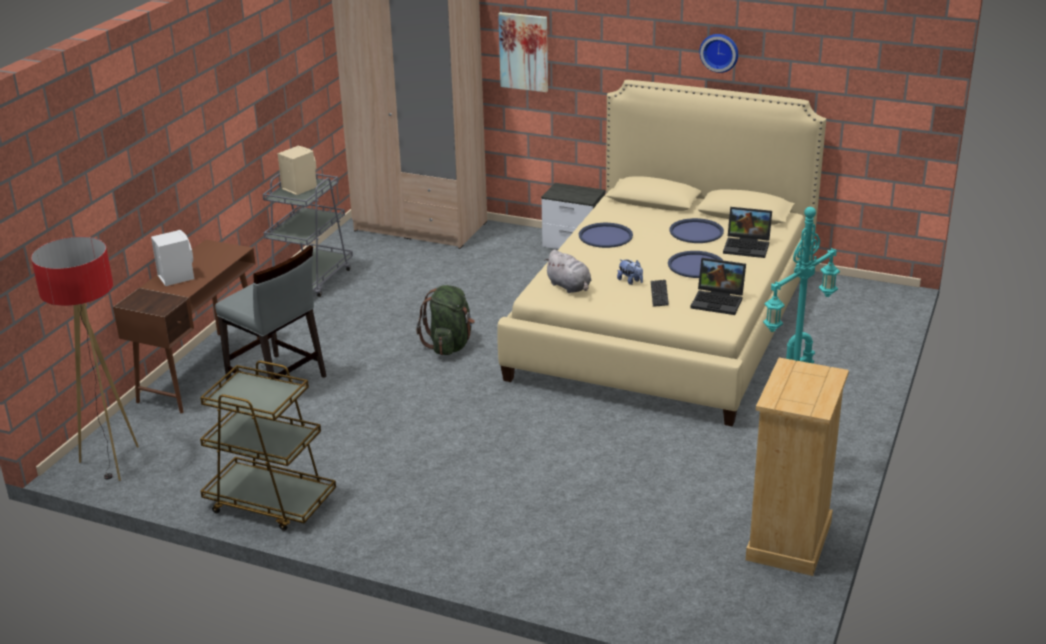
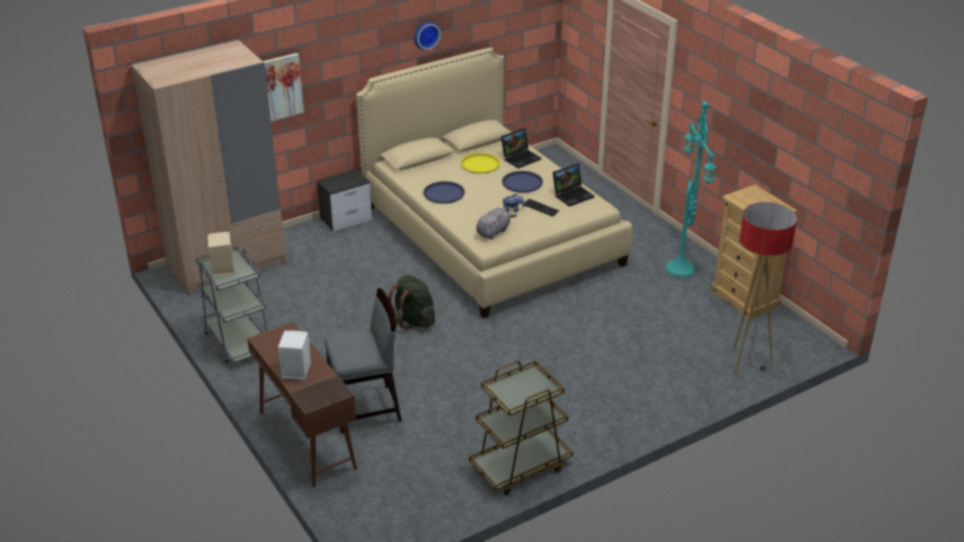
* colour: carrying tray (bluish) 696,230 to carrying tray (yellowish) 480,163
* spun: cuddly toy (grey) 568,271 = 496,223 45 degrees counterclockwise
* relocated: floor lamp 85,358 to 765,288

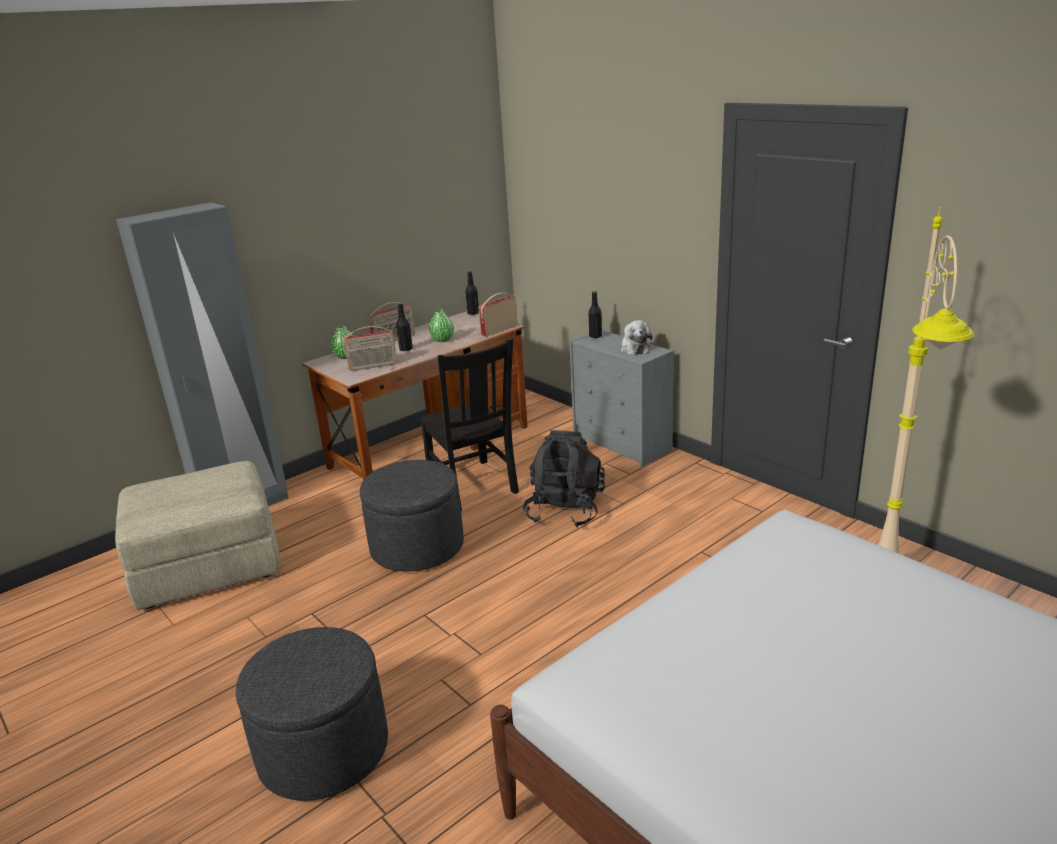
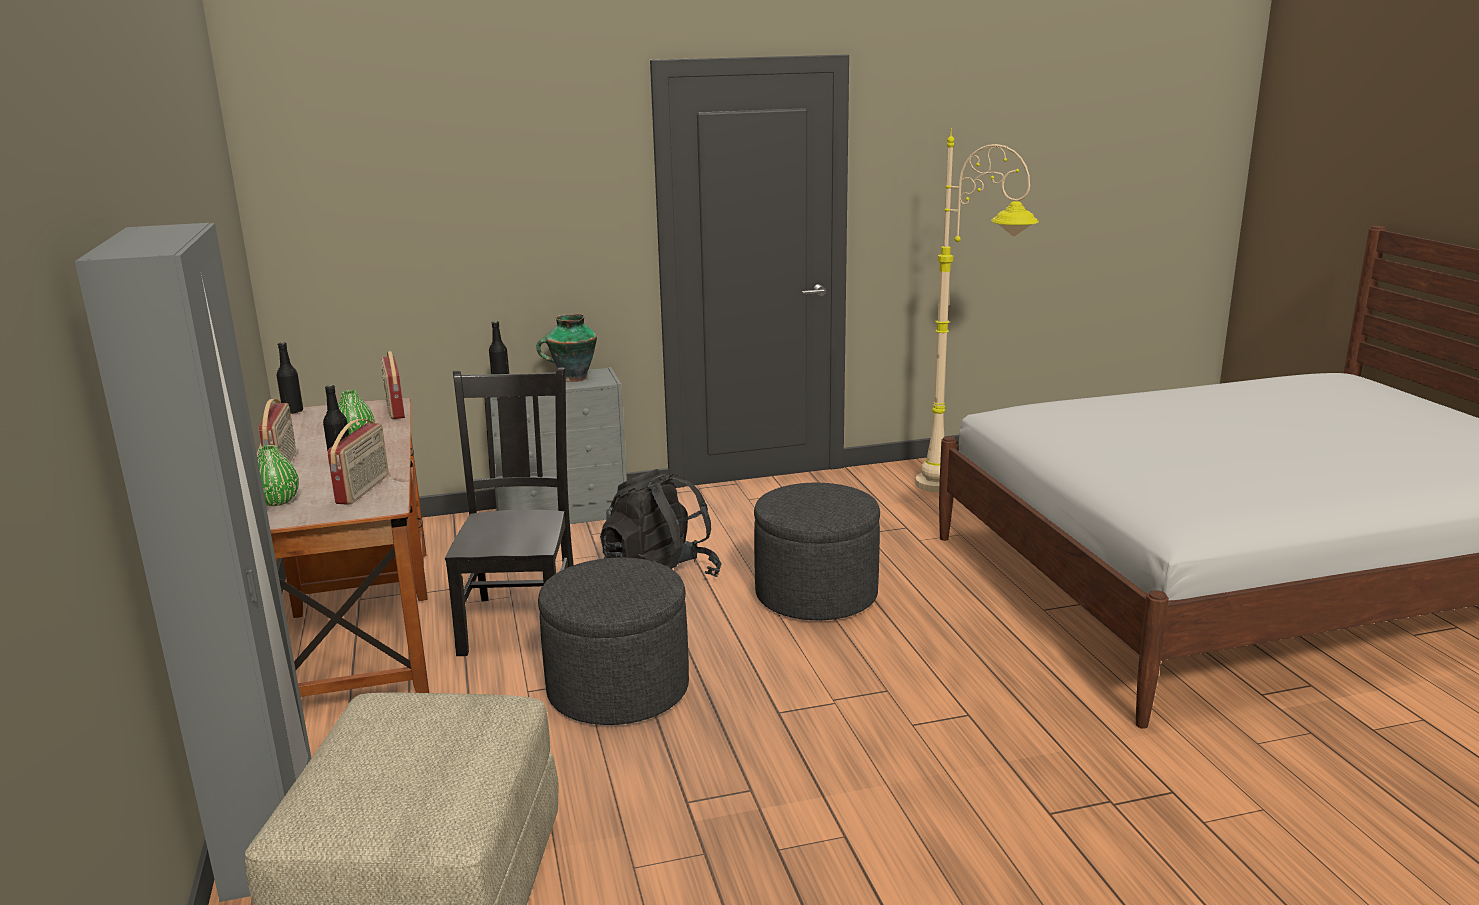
* spun: upright chair (black) 469,424 = 509,512 90 degrees counterclockwise
* exchanged: cuddly toy 636,337 to flower vase 566,348
* relocated: pouffe (grey) 312,714 to 817,551

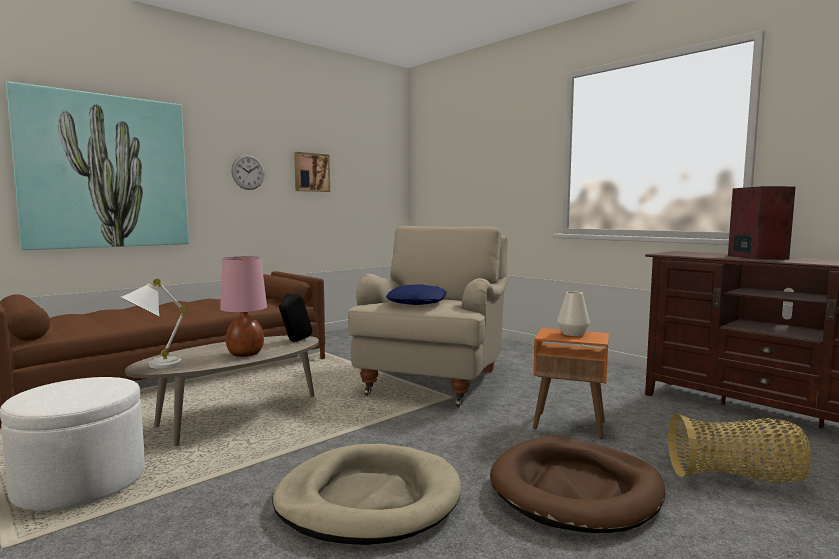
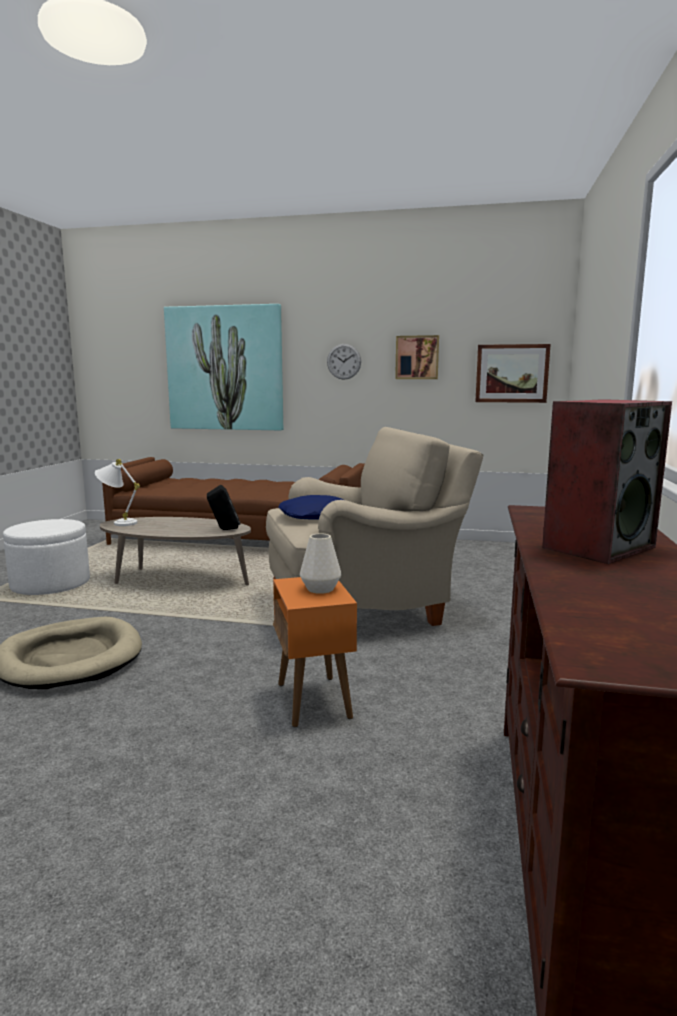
* appeared: picture 513,373
* missing: table lamp (pink-coloured) 243,306
* missing: dog bed (brown) 577,484
* missing: storage basket 740,448

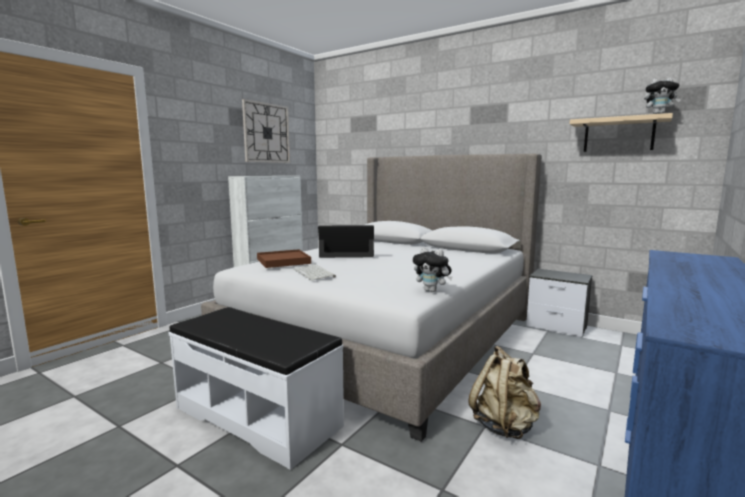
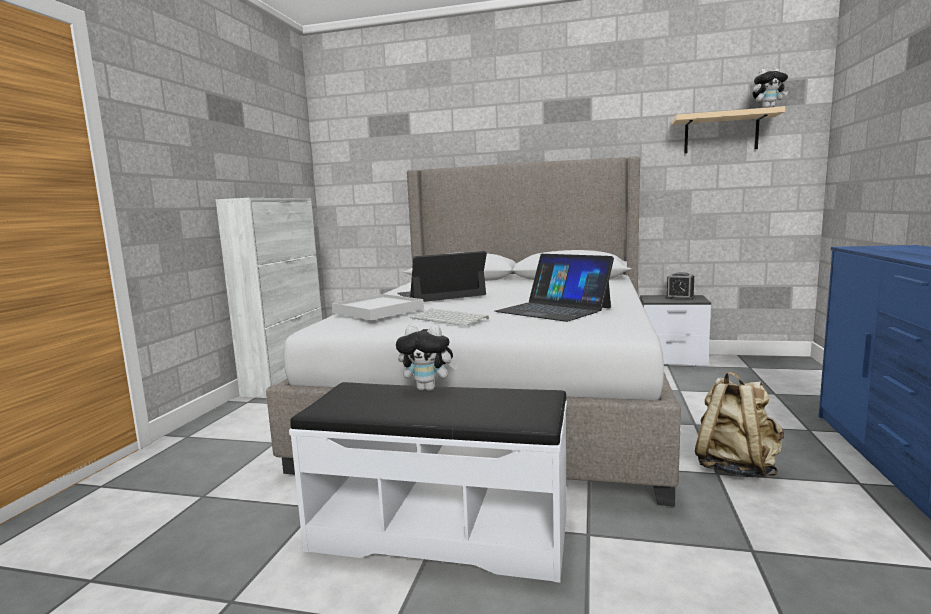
* colour: carrying tray (brown) 284,258 to carrying tray (whitish) 378,307
* relocated: cuddly toy 433,269 to 427,358
* appeared: notebook computer 554,288
* appeared: bedside clock 680,286
* missing: wall clock 266,131

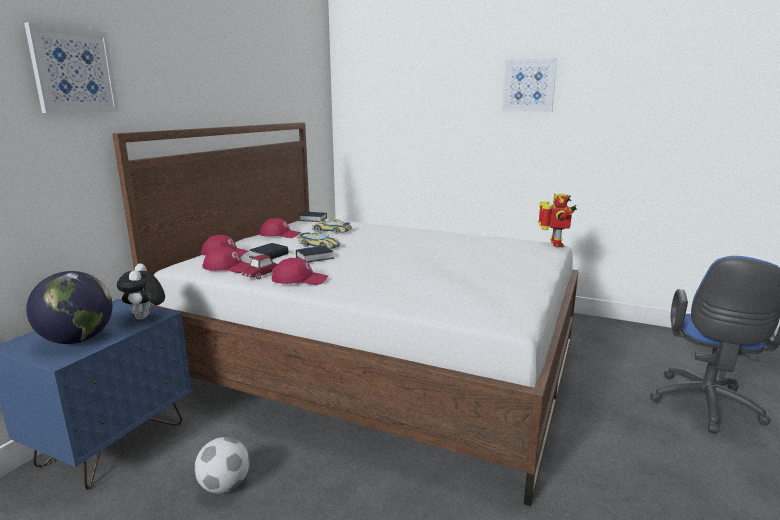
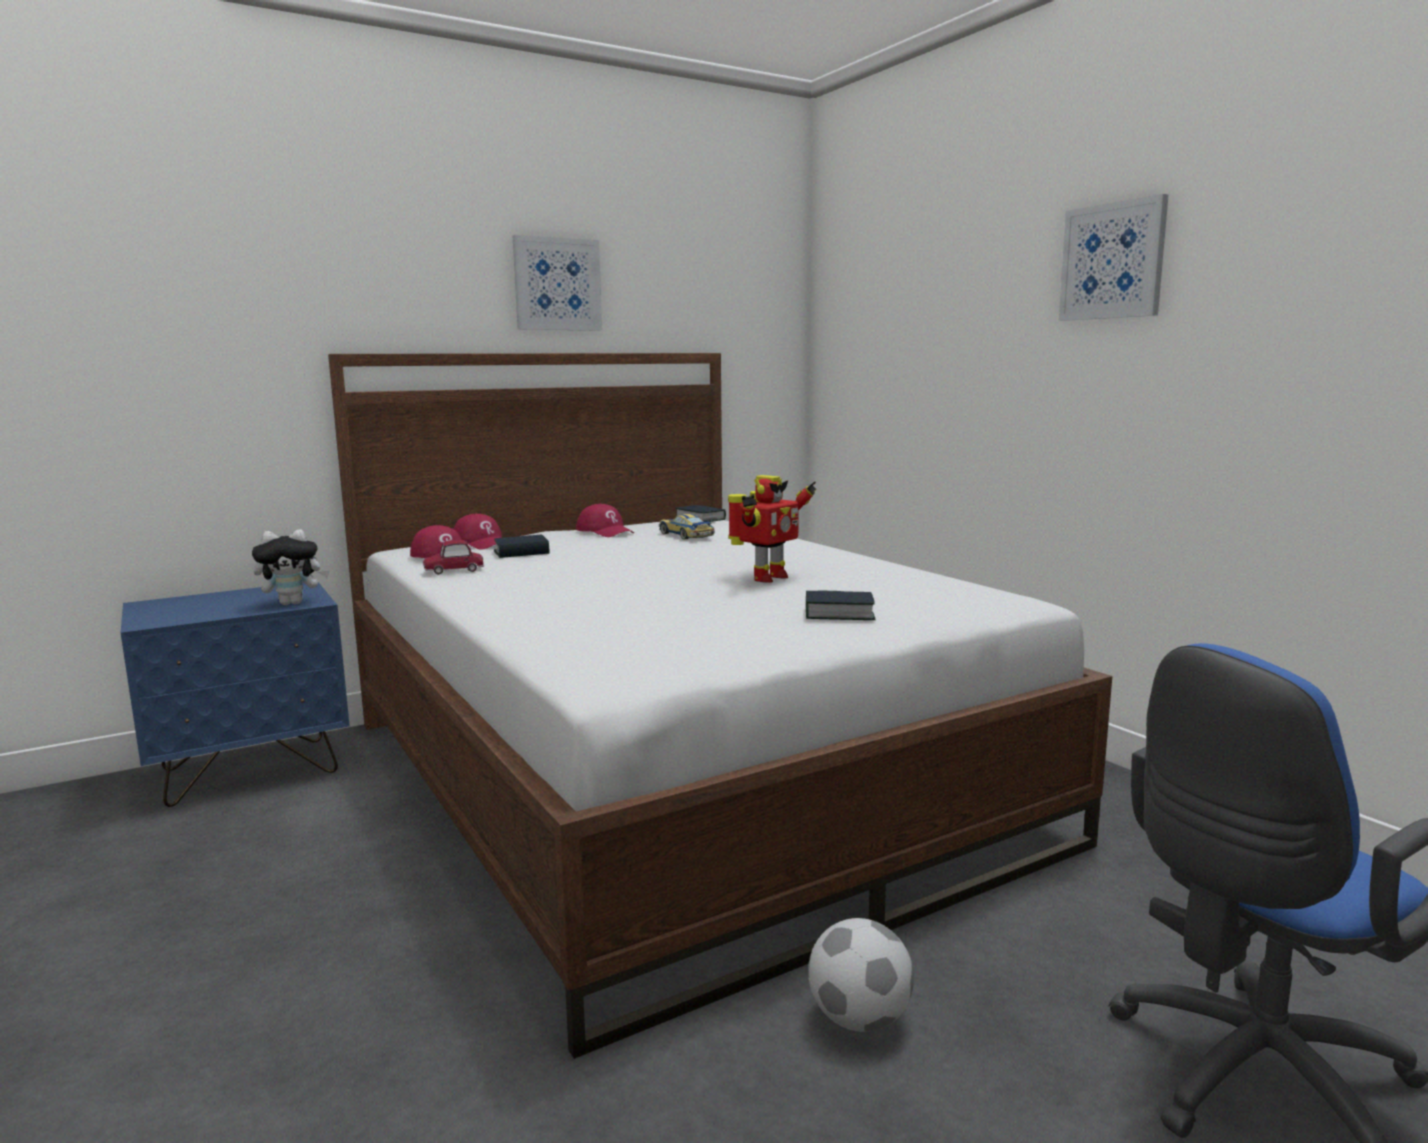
* spun: cuddly toy 141,291 = 290,567 135 degrees counterclockwise
* relocated: picture 71,67 to 557,282
* relocated: robot figure 557,220 to 772,529
* relocated: book 315,254 to 841,605
* relocated: football 222,465 to 861,975
* missing: world globe 69,307
* missing: baseball cap (red) 300,271
* missing: toy car 319,240

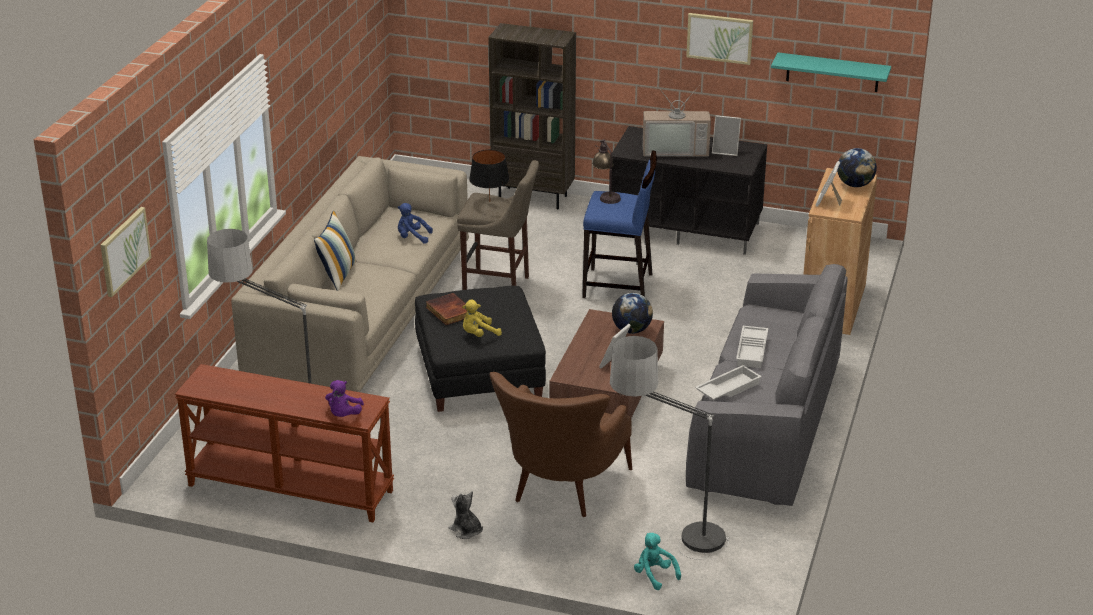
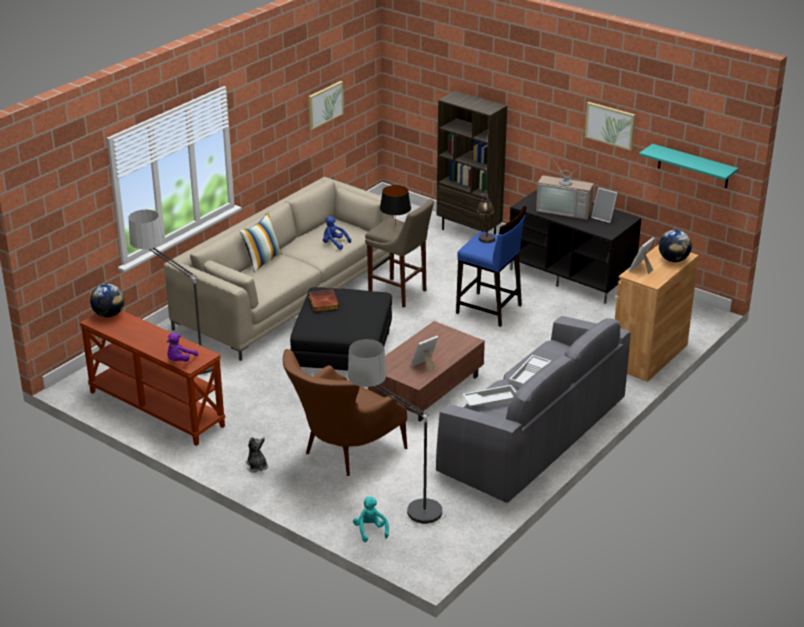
* relocated: world globe 632,313 to 107,300
* relocated: picture 126,252 to 326,105
* missing: cuddly toy (yellowish) 482,318

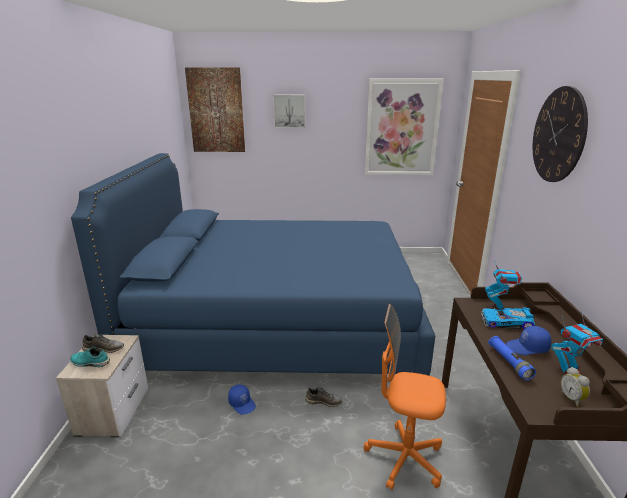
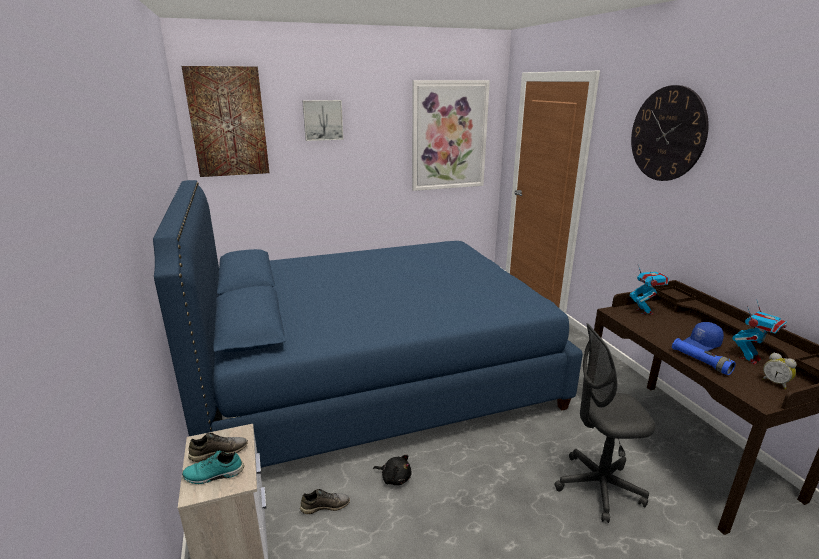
* relocated: low shoe (grey) 323,397 to 325,501
* exchanged: baseball cap (bluish) 242,399 to cuddly toy (black) 392,470
* colour: computer chair (orangey) 404,397 to computer chair (grey) 605,423
* missing: toy car 508,318

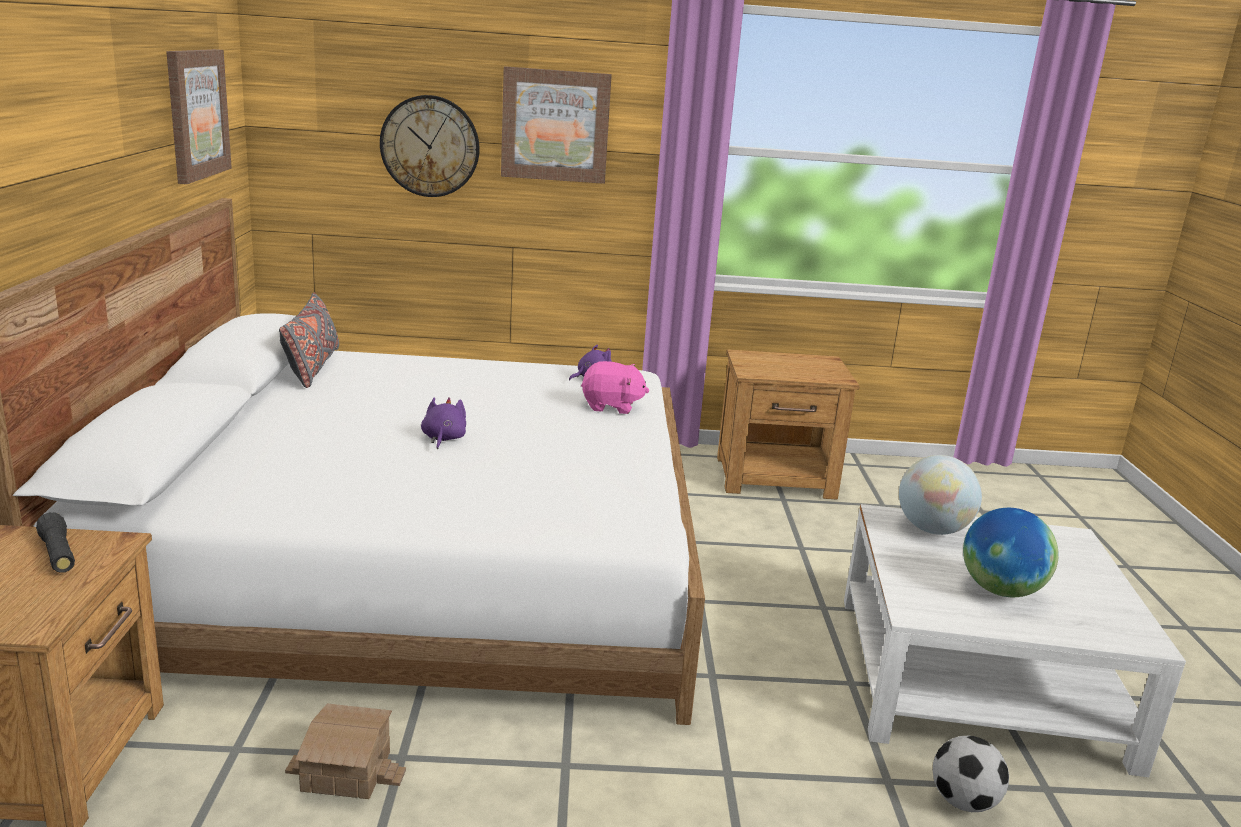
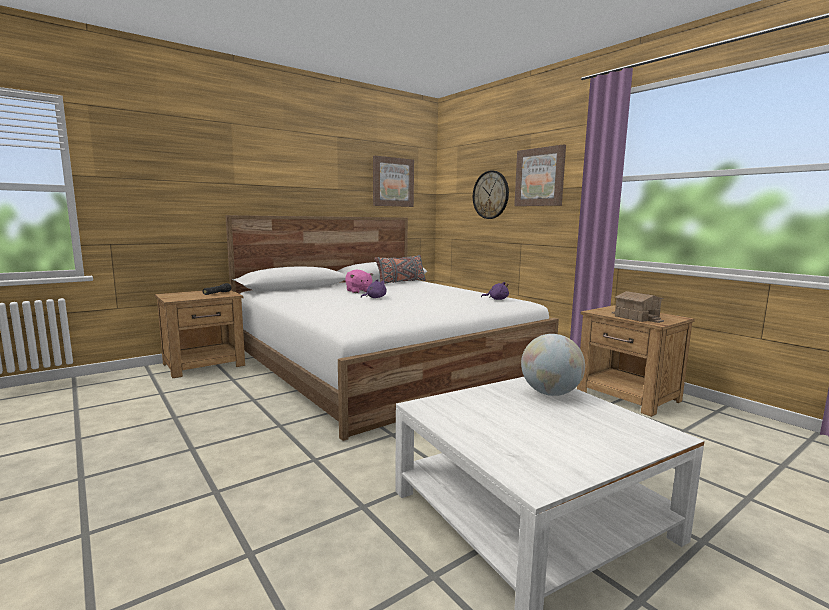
* relocated: cuddly toy (pink-coloured) 615,387 to 359,281
* relocated: model house 345,751 to 638,307
* missing: football 971,774
* missing: world globe 1011,552

